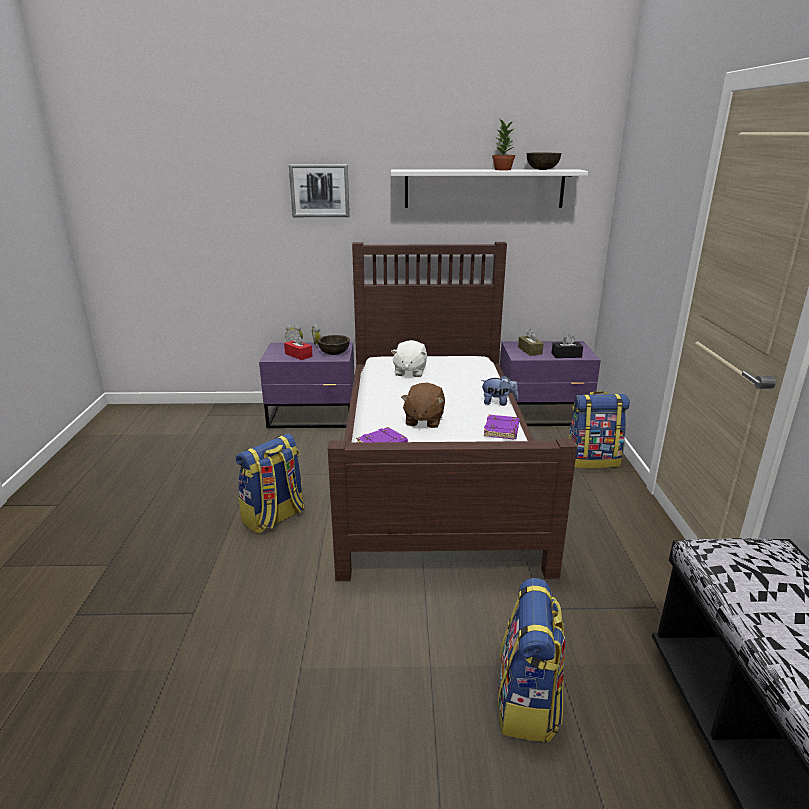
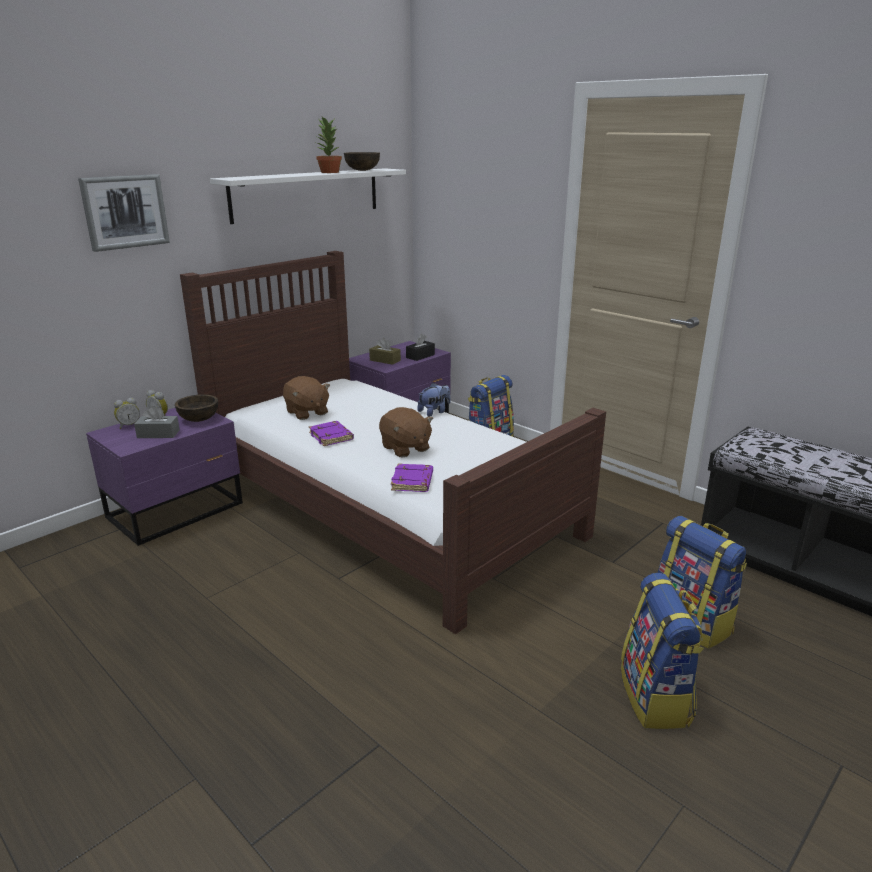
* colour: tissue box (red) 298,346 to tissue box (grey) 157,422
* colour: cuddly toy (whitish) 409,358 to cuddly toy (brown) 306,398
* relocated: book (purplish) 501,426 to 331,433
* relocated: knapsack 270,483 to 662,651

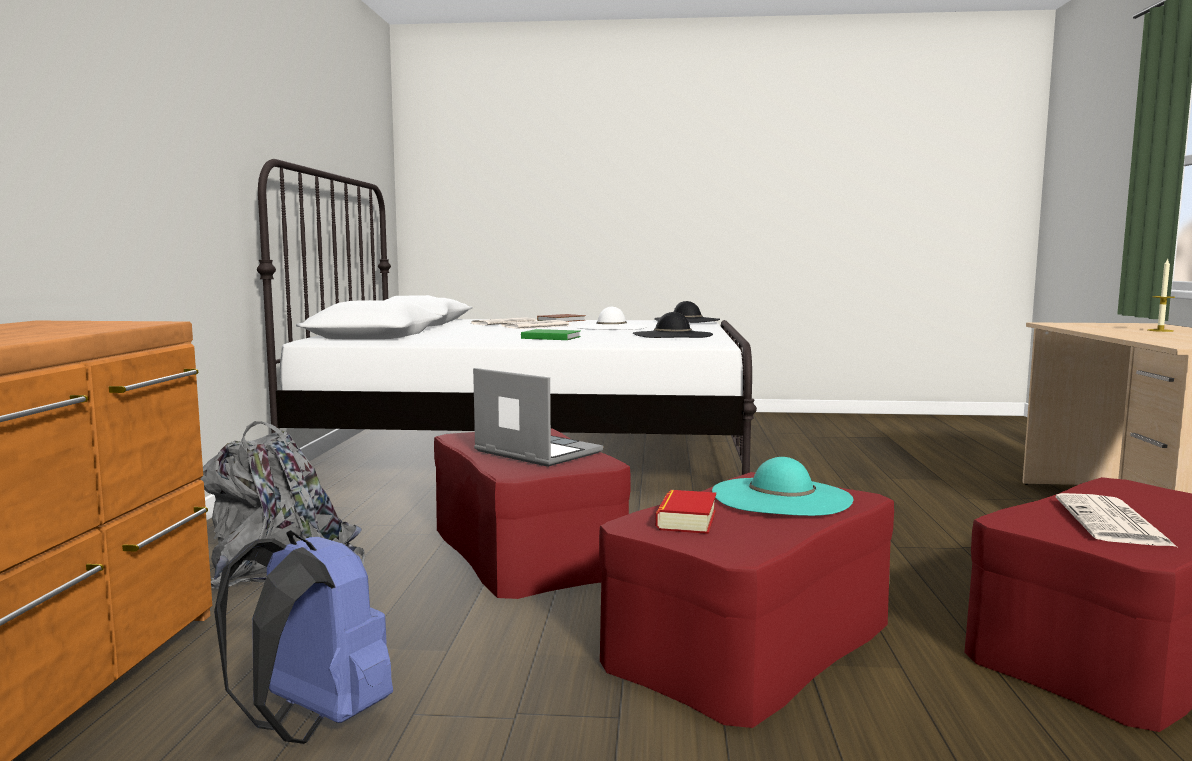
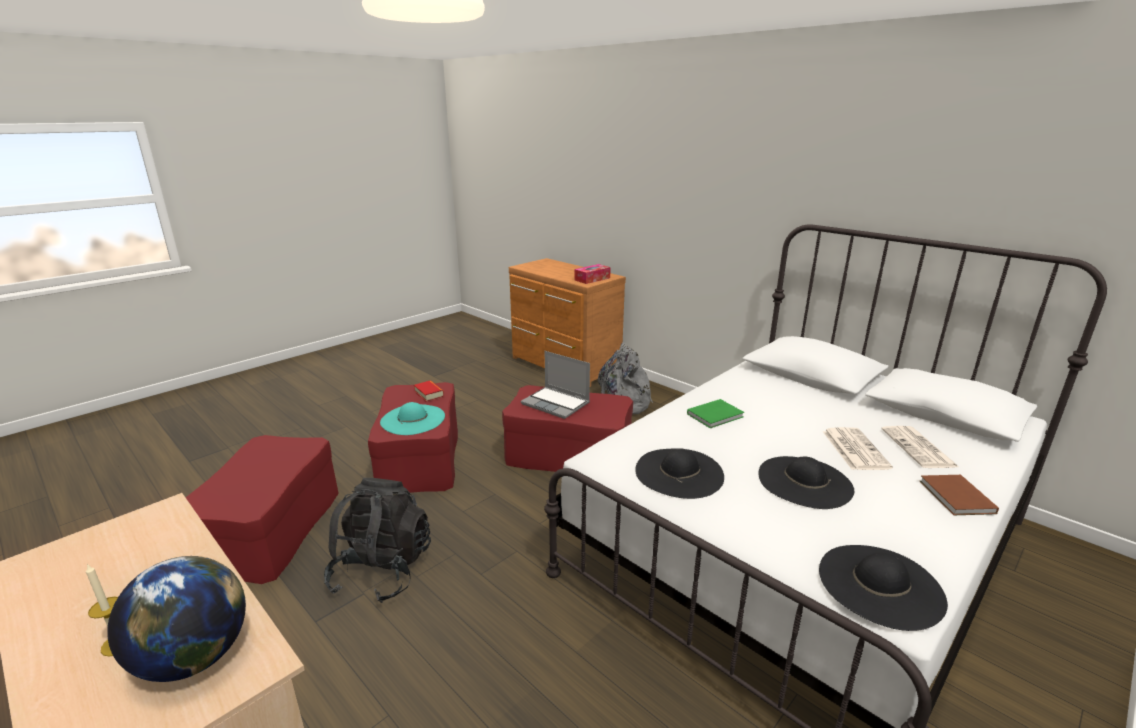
* appeared: world globe 176,619
* appeared: knapsack (black) 377,540
* spun: notebook computer 538,417 = 555,385 45 degrees clockwise
* appeared: tissue box 592,274
* colour: clothing hat (whitish) 612,318 to clothing hat (black) 806,482
* missing: knapsack (bluish) 303,637
* missing: printed paper 1116,520

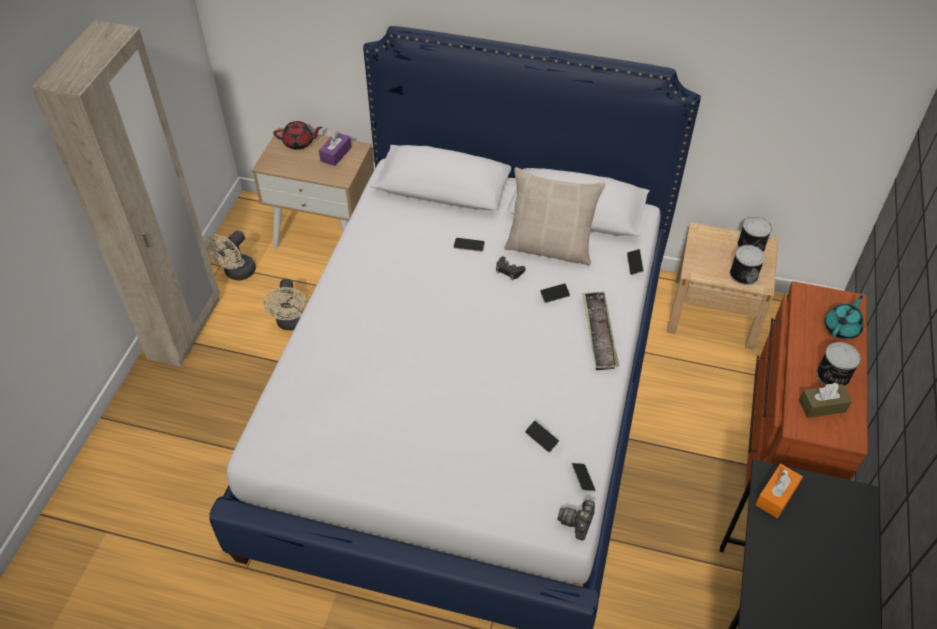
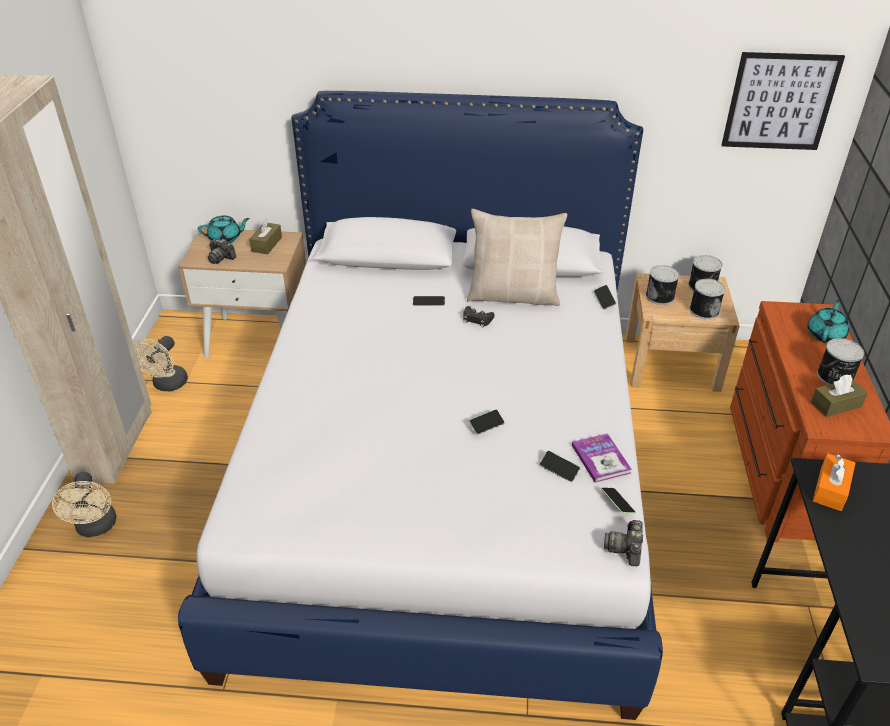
* relocated: cooling fan (beige) 286,304 to 84,504
* colour: tea pot (red) 297,135 to tea pot (blue-green) 224,229
* appeared: still camera 222,251
* colour: tissue box (purplish) 335,148 to tissue box (brown) 265,236
* relocated: telephone 555,293 to 487,422
* appeared: book 602,458
* appeared: sealed can 662,285
* appeared: picture 783,101
* missing: carrying tray 600,331

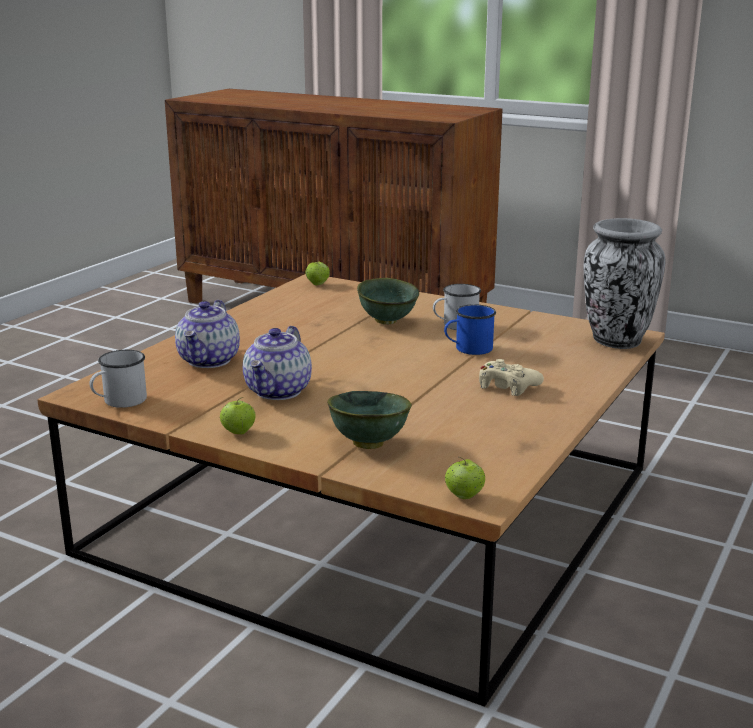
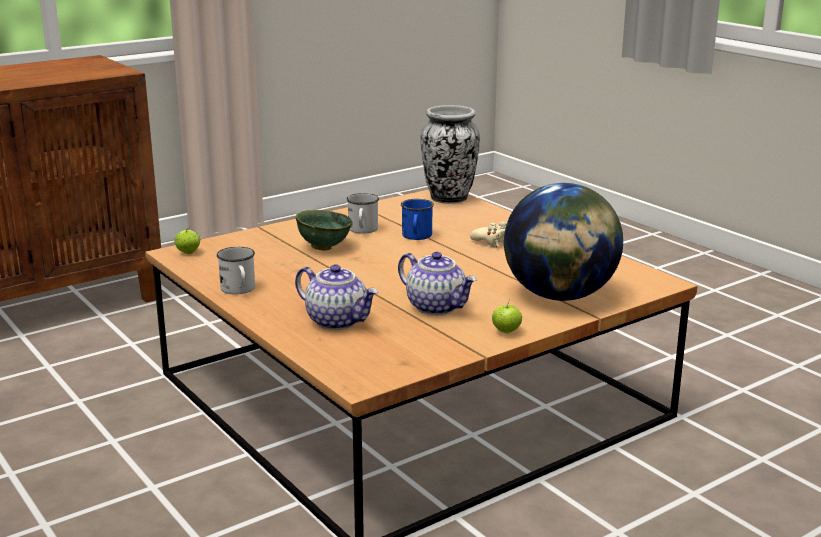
* relocated: tea mug (whitish) 118,379 to 236,270
* exchanged: deep dish (green-coloured) 369,420 to world globe 563,242
* missing: whole apple 465,478

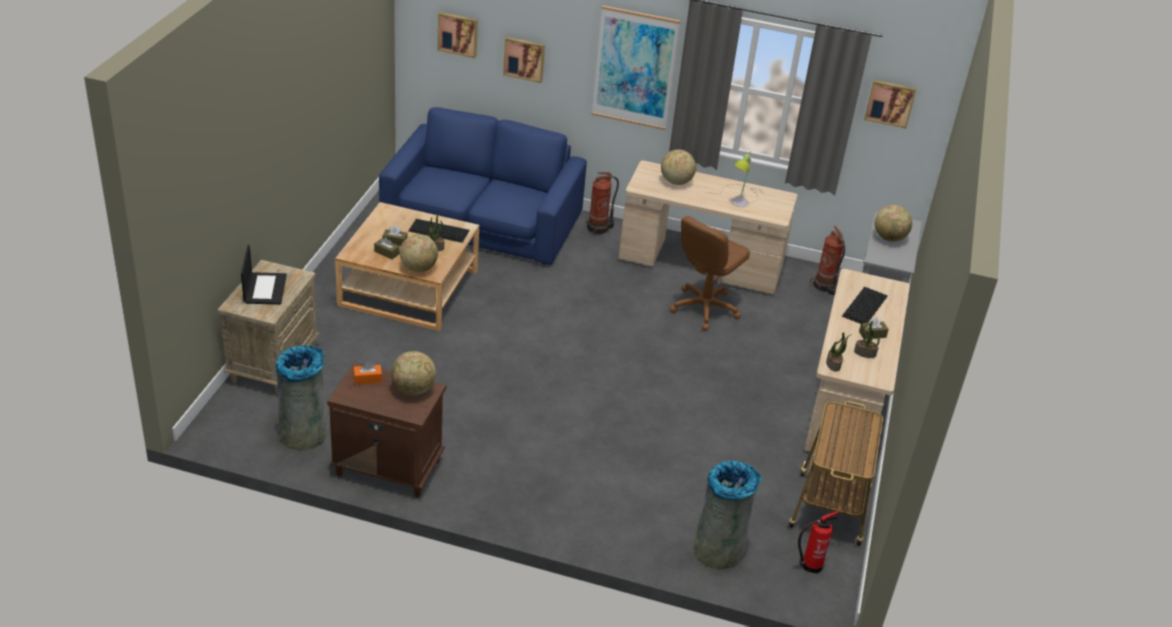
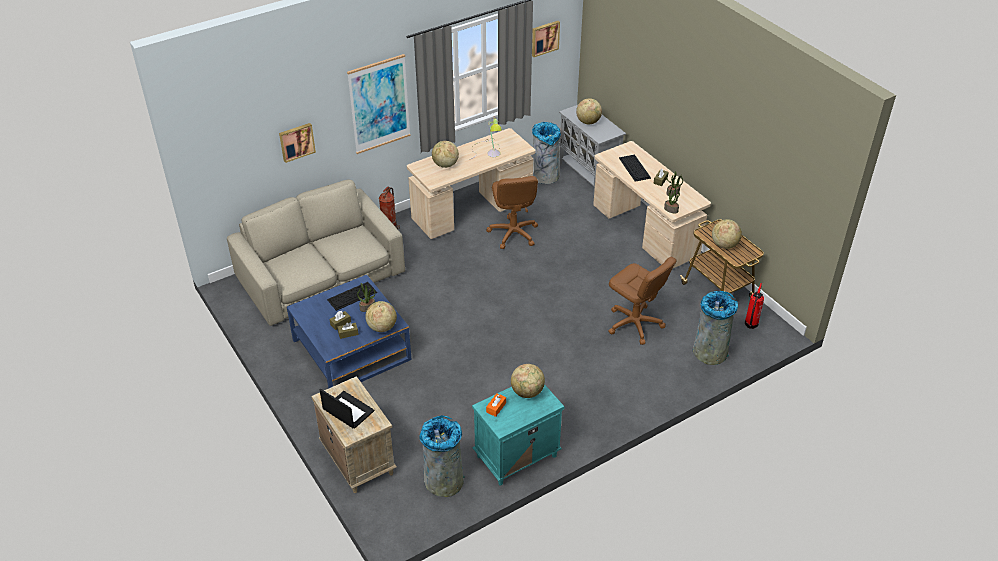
* colour: settee (bluish) 483,186 to settee (beige) 316,252
* colour: lounge table (beige) 407,266 to lounge table (bluish) 349,332
* colour: bedside table (brown) 386,430 to bedside table (blue-green) 518,435
* exchanged: fire-fighting cylinder 827,260 to trash can (grey) 546,153
* appeared: computer chair (brown) 643,301
* appeared: world globe 727,234
* missing: picture 458,35

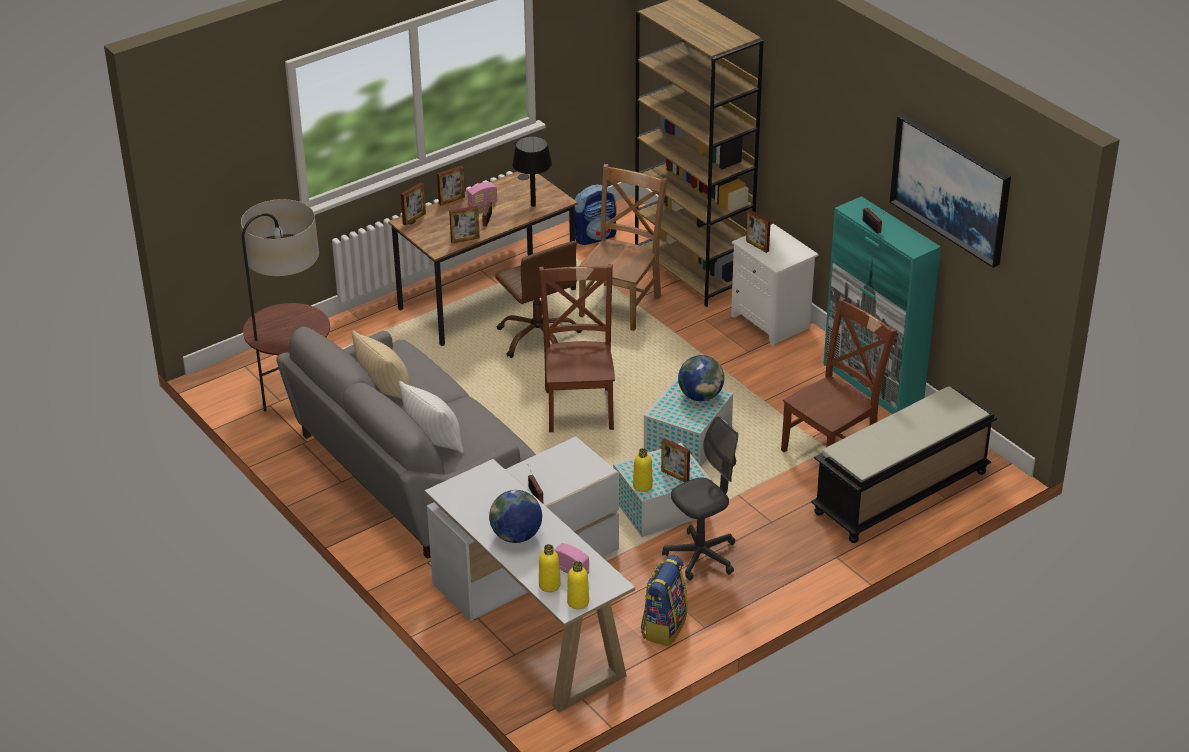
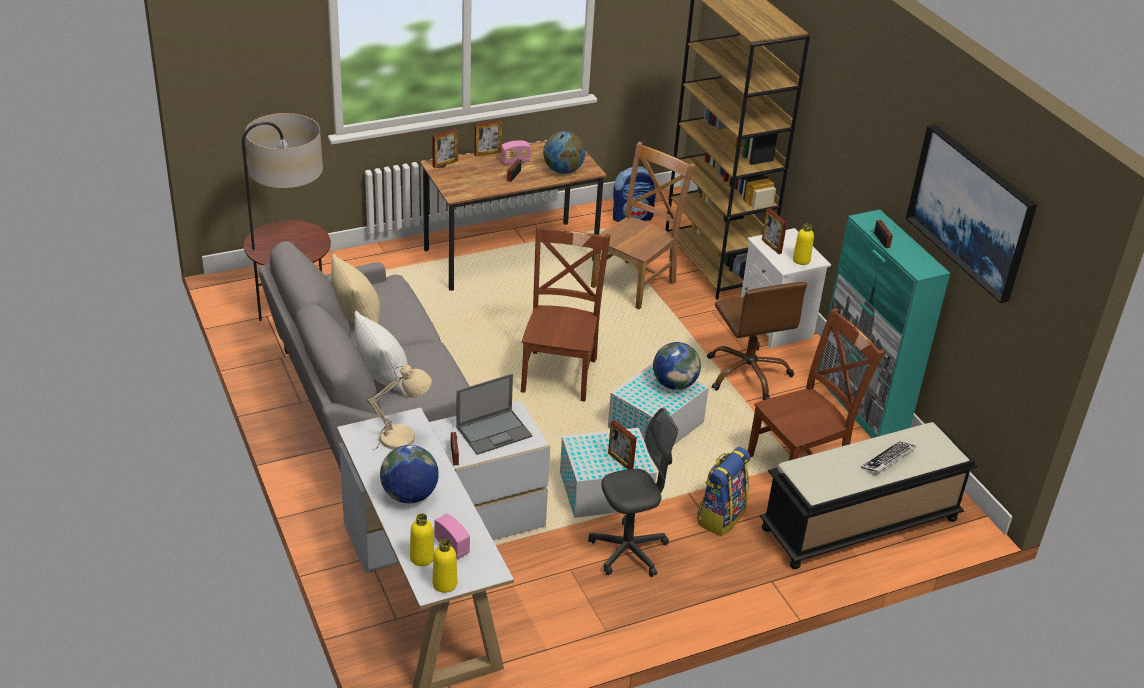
* appeared: table lamp (beige) 400,407
* appeared: notebook computer 494,414
* exchanged: table lamp (black) 532,171 to world globe 564,152
* relocated: knapsack 664,600 to 723,491
* relocated: computer chair (brown) 538,299 to 757,341
* relocated: bottle (yellowish) 643,470 to 803,244
* appeared: keyboard 888,457
* missing: picture frame 464,225

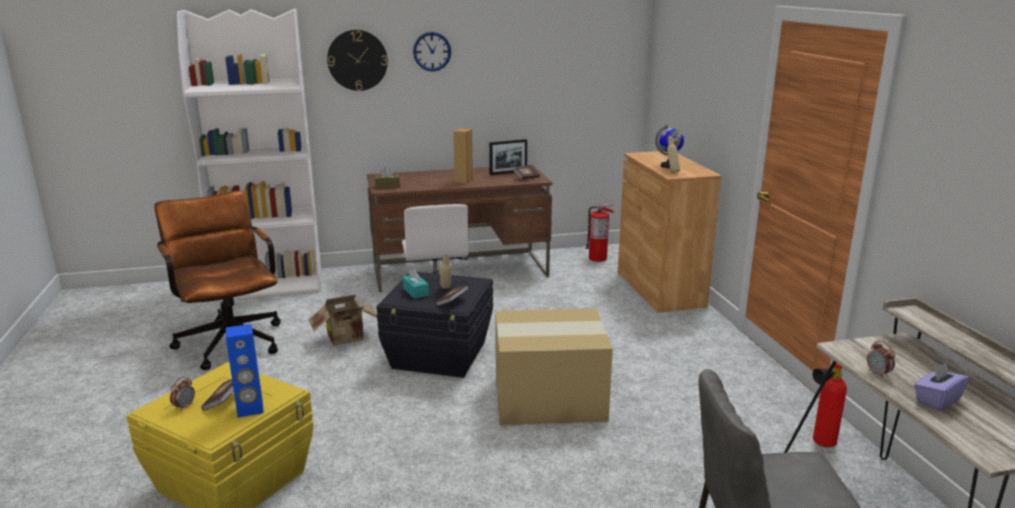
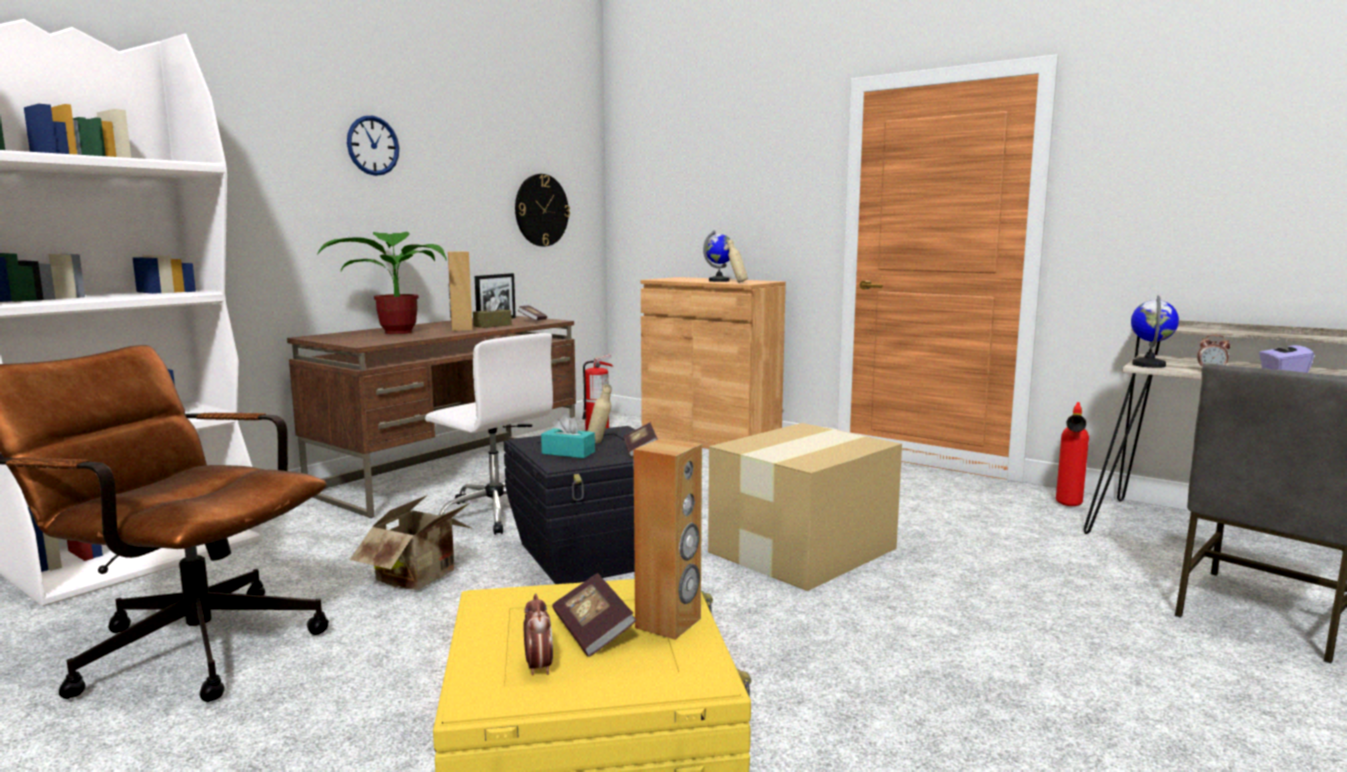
* appeared: plant in a pot 382,283
* relocated: tissue box (brown) 387,177 to 492,312
* relocated: wall clock 357,60 to 542,210
* colour: audio speaker (bluish) 245,371 to audio speaker (brown) 667,539
* appeared: world globe 1155,331

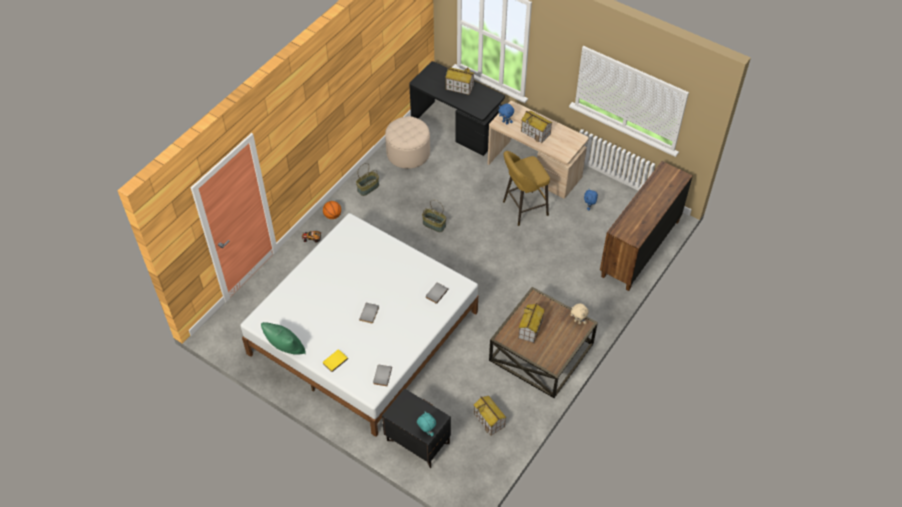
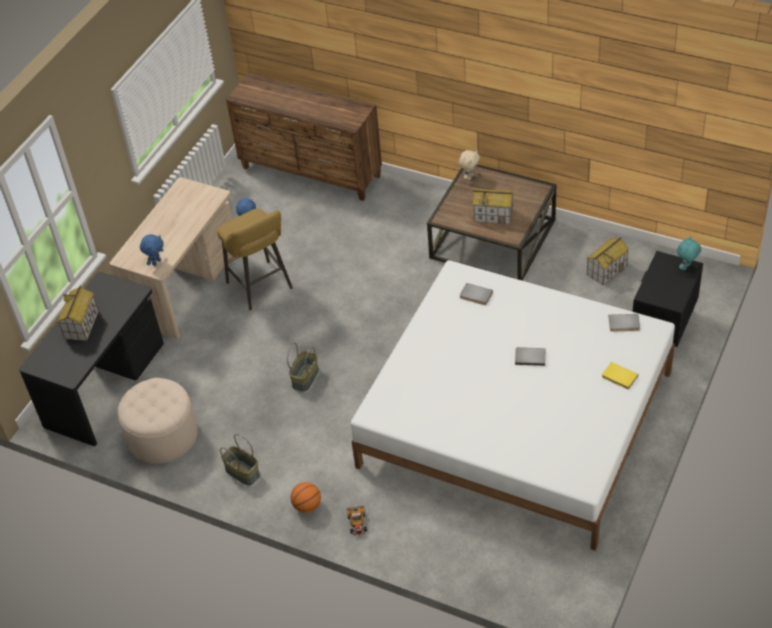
* missing: pillow (green-coloured) 283,338
* missing: model house 536,127

